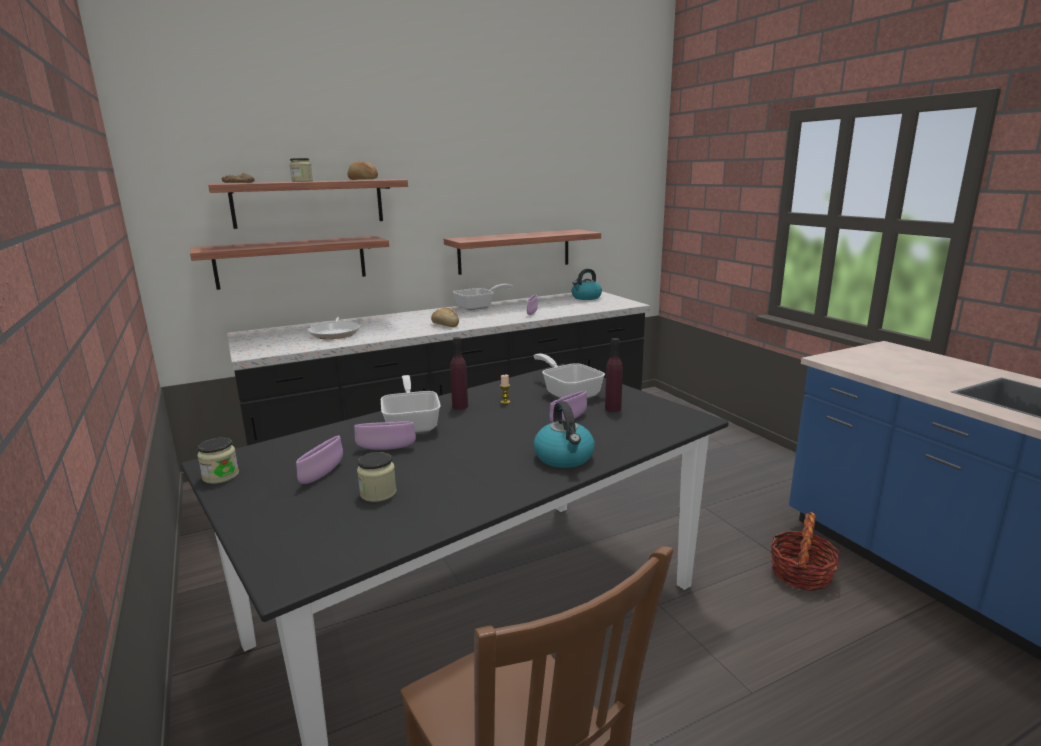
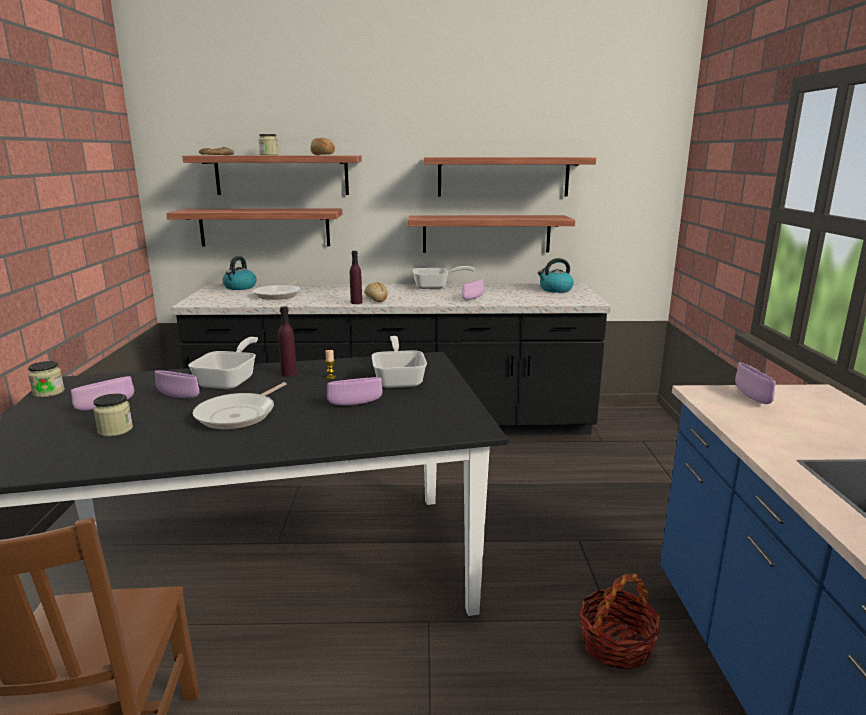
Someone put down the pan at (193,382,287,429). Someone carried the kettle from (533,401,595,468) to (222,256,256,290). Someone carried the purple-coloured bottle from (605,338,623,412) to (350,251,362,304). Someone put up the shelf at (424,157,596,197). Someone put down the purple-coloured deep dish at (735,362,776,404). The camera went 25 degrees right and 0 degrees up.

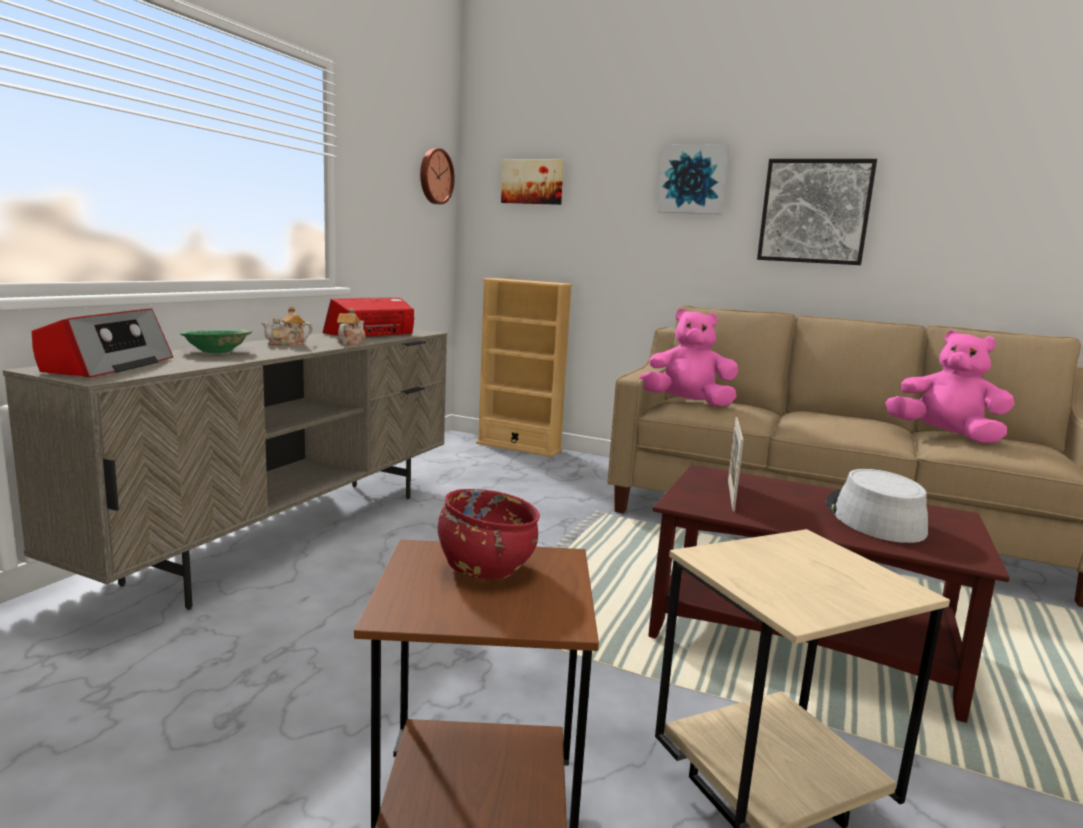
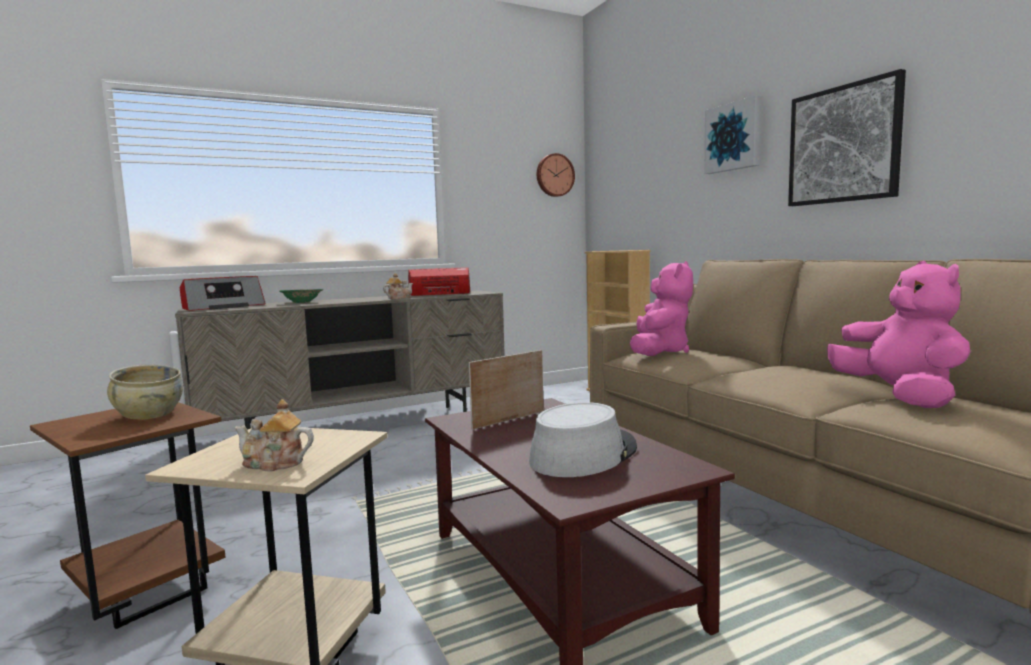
Someone repainted the red-coloured deep dish at (438,489,540,579), which became the beige deep dish at (107,364,183,420). Someone carried the tea pot from (261,306,312,346) to (235,399,314,471). Someone rotated the pinkish soft toy at (639,309,739,407) by 60 degrees clockwise. Someone took away the wall picture at (501,159,564,205). The camera went 40 degrees right and 5 degrees down.

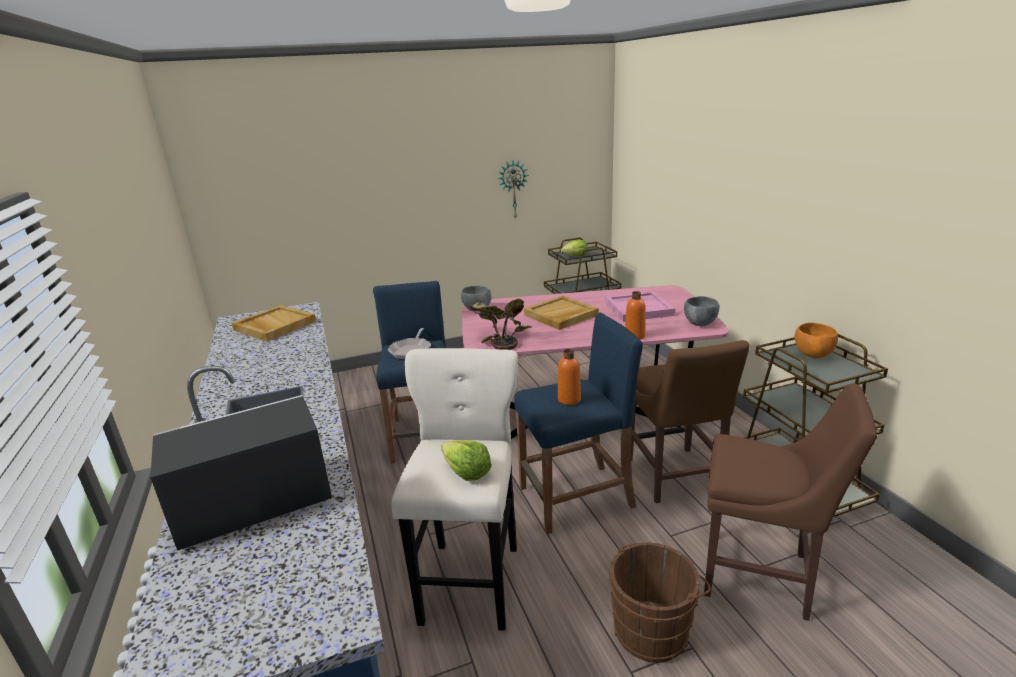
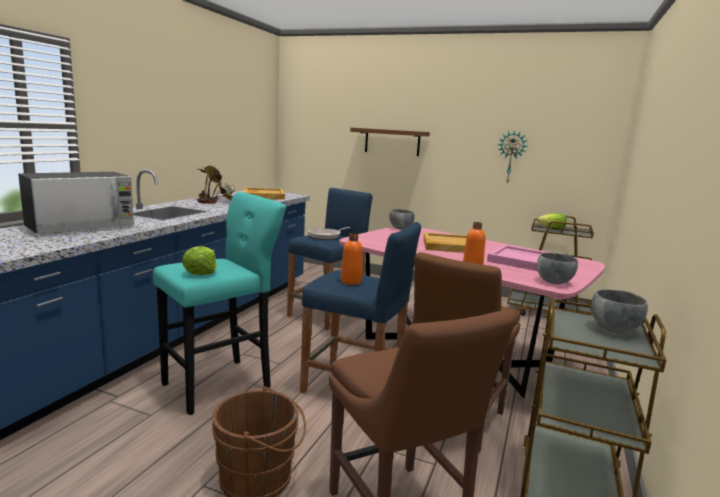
Someone rotated the microwave oven at (150,395,332,551) by 120 degrees clockwise. Someone repainted the beige stool at (392,348,518,631), which became the turquoise stool at (153,192,286,415). Someone carried the potted plant from (470,298,532,350) to (197,166,235,204). Someone put up the brown shelf at (350,128,430,156). Someone repainted the orange deep dish at (795,323,838,358), which became the greyish deep dish at (591,289,648,333). The camera went 40 degrees right and 10 degrees down.

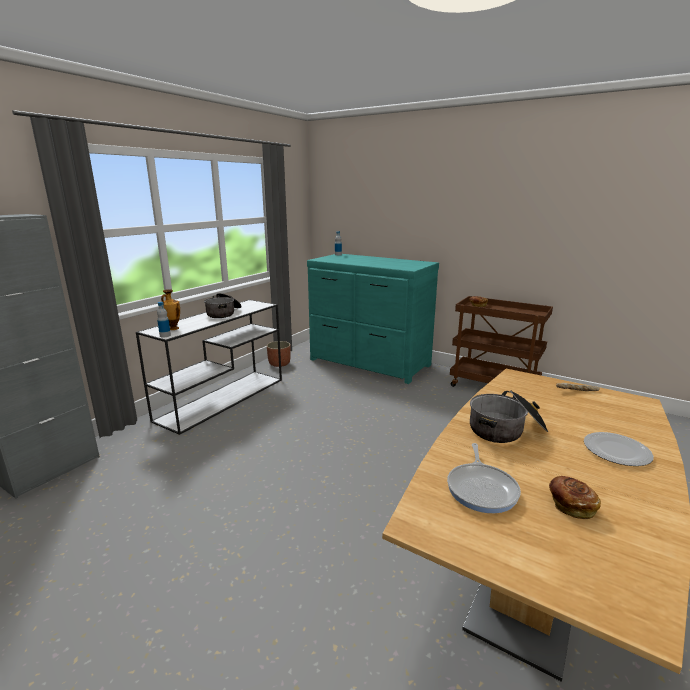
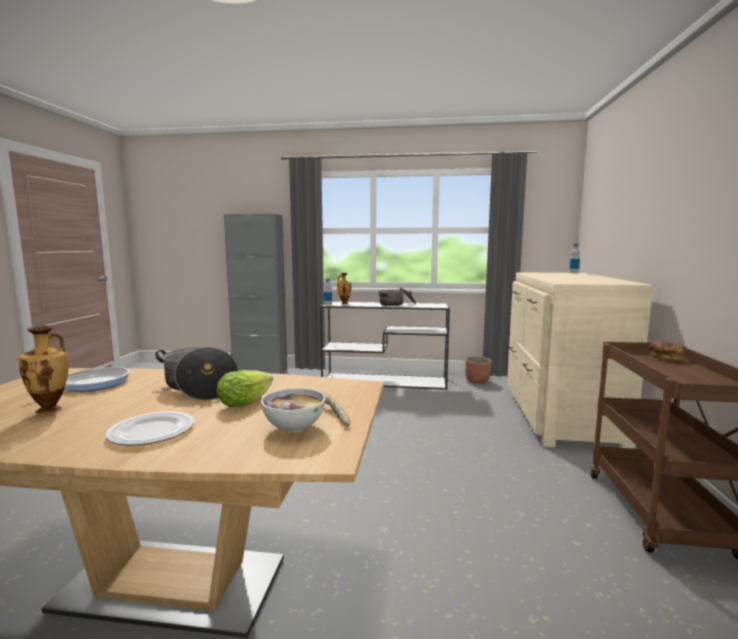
Someone swapped the bakery bread at (549,476,601,519) for the flower vase at (19,326,69,415). Someone rotated the pan at (447,443,521,513) by 135 degrees clockwise. Someone put down the lettuce at (217,370,273,407). Someone put down the deep dish at (261,388,325,432). Someone repainted the turquoise dresser at (307,254,439,384), which became the beige dresser at (507,272,655,449). The camera went 65 degrees right and 10 degrees down.

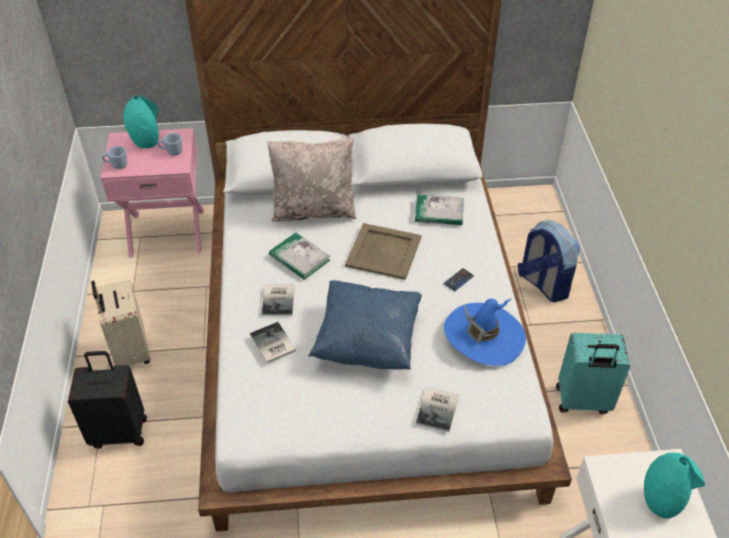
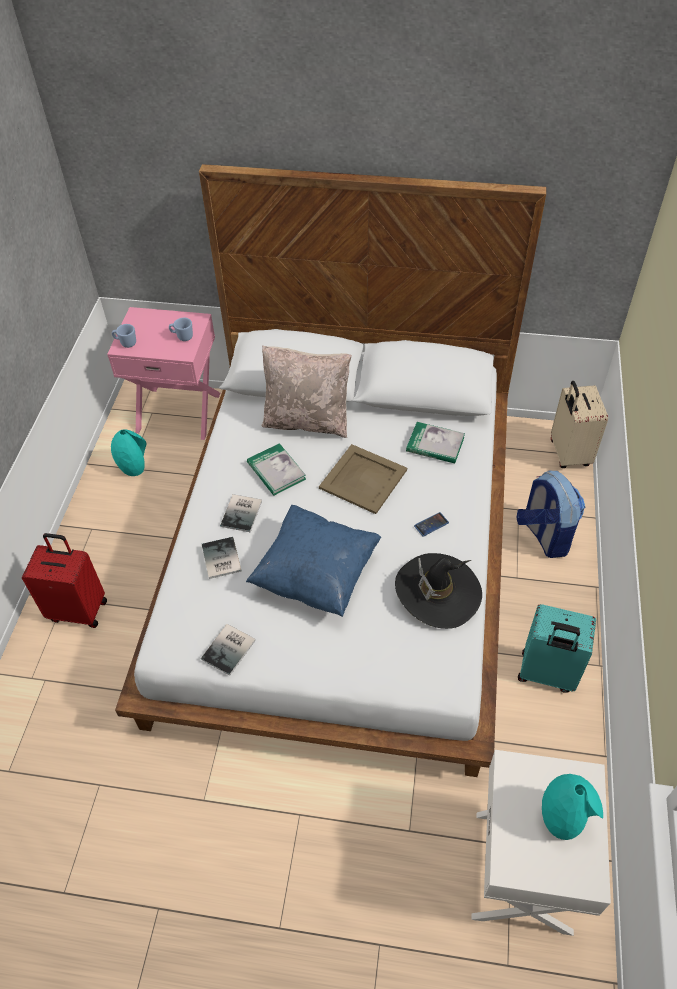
Someone repainted the blackish suitcase at (68,351,147,448), which became the red-coloured suitcase at (22,533,107,628). Someone carried the turquoise flower vase from (124,95,159,148) to (111,429,147,476). Someone carried the bound book from (416,387,459,432) to (201,624,256,676). Someone repainted the blue-coloured hat at (444,299,526,366), which became the blackish hat at (395,553,482,629). Someone carried the beige suitcase from (91,280,151,366) to (551,381,608,468). The camera went 15 degrees right and 5 degrees up.

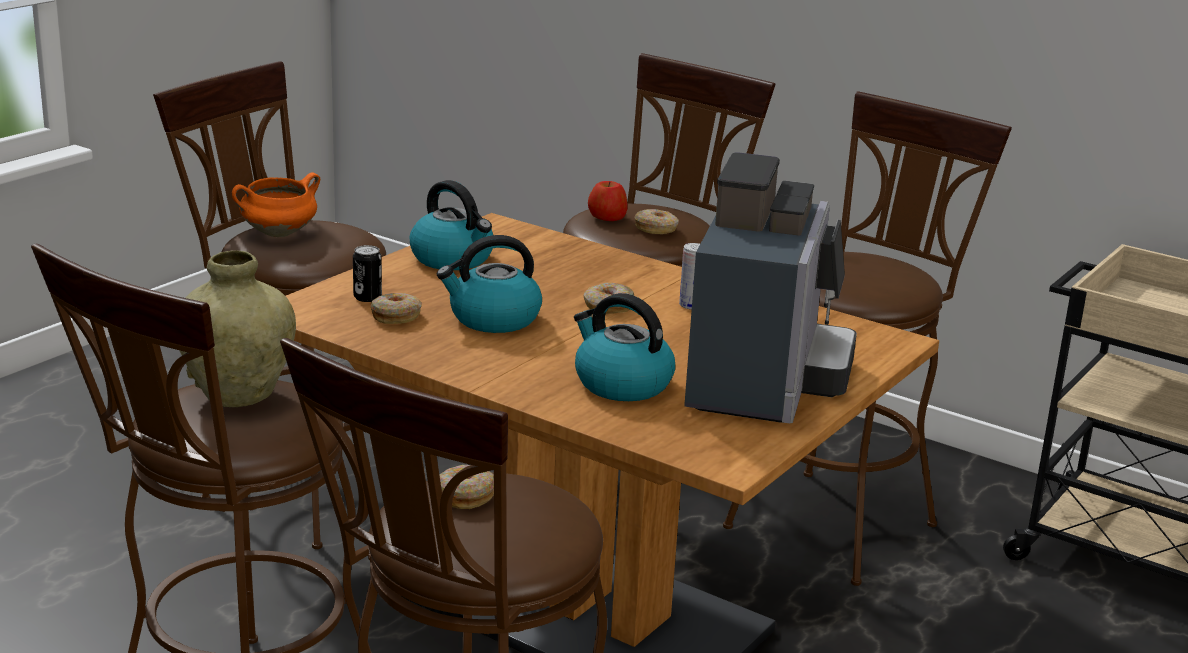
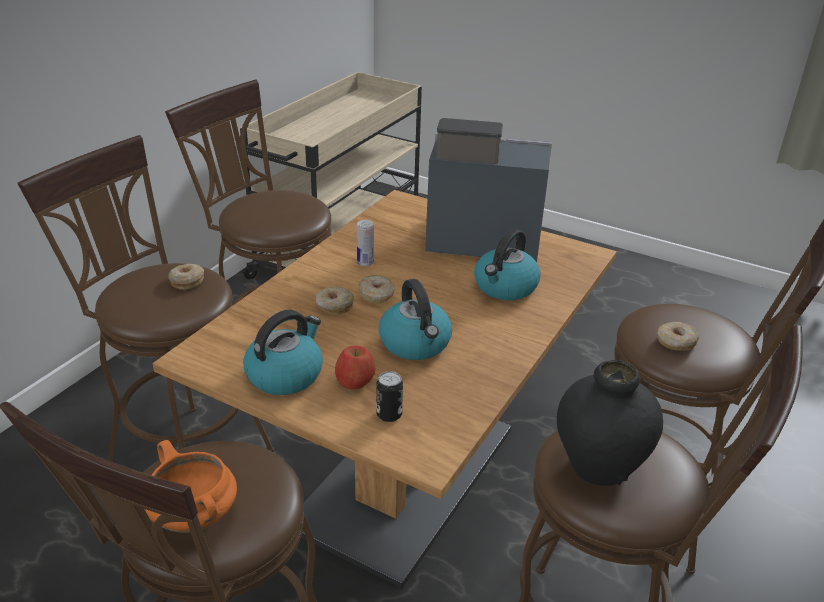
Someone carried the ring doughnut from (371,293,422,324) to (315,287,354,315). Someone carried the apple from (588,181,627,221) to (335,346,375,389). Someone repainted the beige flower vase at (180,250,296,407), which became the blackish flower vase at (557,360,663,486). The camera went 95 degrees left and 10 degrees up.

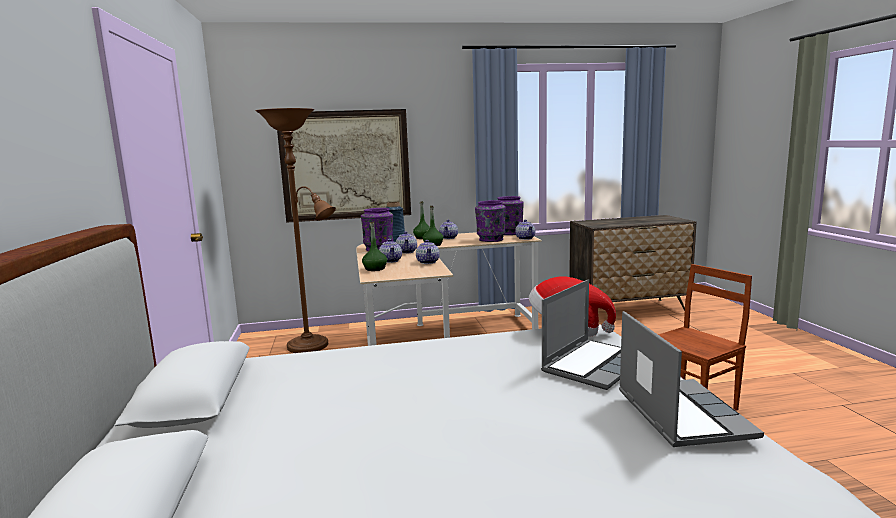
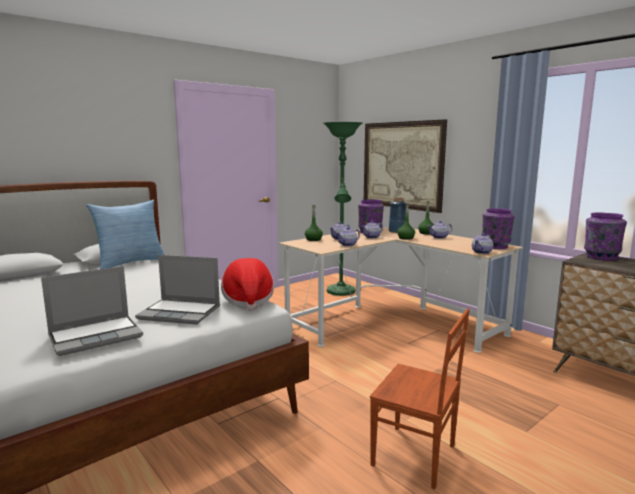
Someone put down the cushion at (86,200,165,269). Someone repainted the brown floor lamp at (255,108,336,353), which became the greenish floor lamp at (323,122,362,296). Someone carried the purple-coloured flower vase from (475,200,506,242) to (584,213,627,261). The camera went 60 degrees right and 0 degrees up.

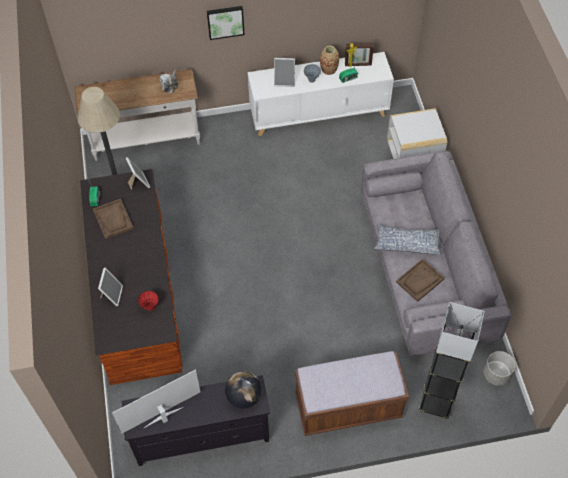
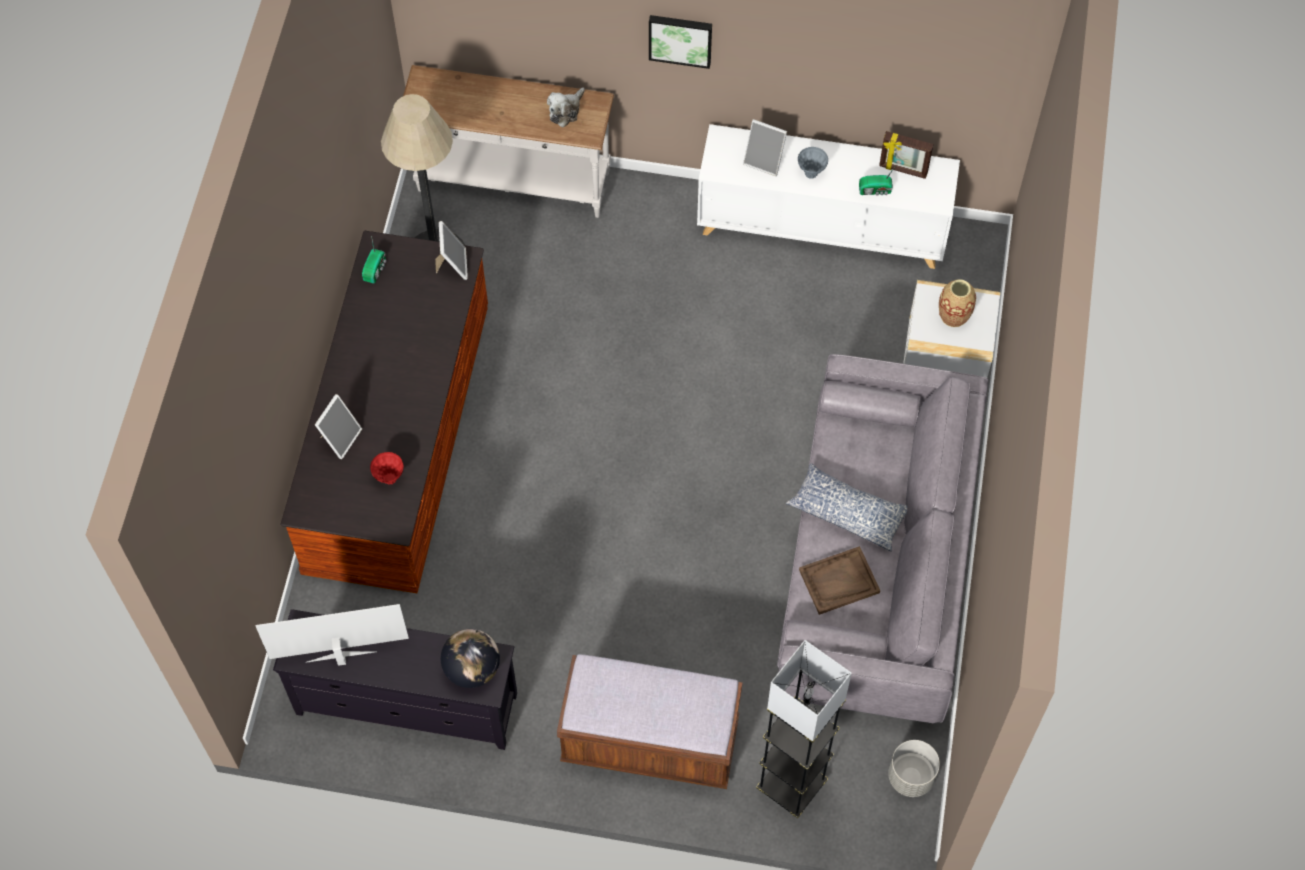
Someone carried the flower vase from (320,46,339,75) to (939,279,976,327). Someone took away the brown carrying tray at (93,199,134,239). The camera went 20 degrees right and 5 degrees up.

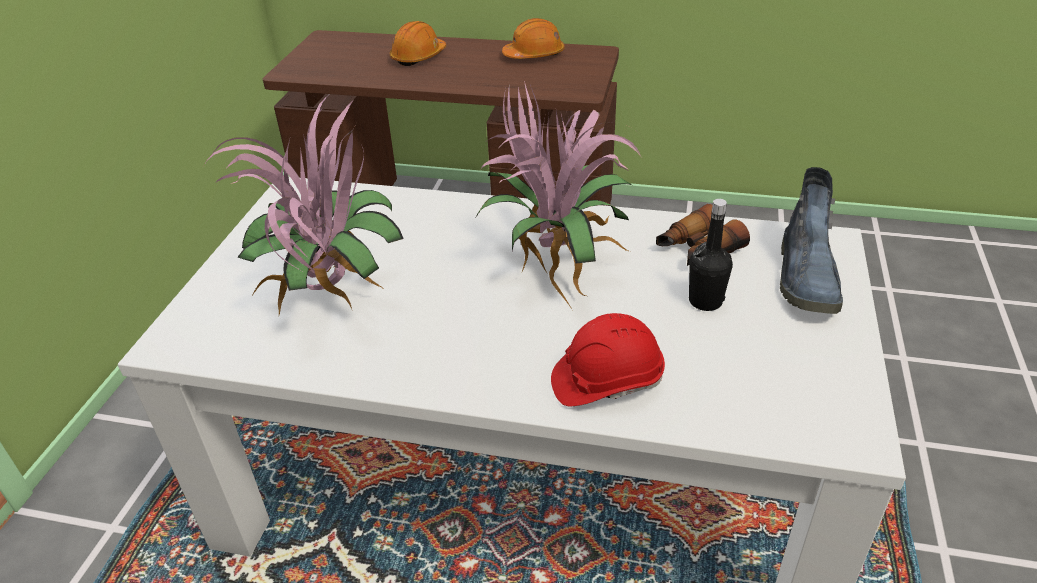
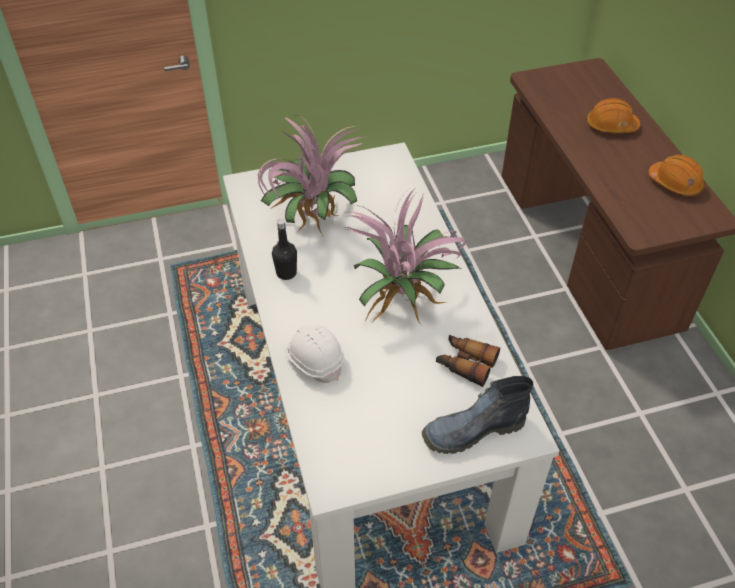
Someone carried the blackish bottle from (689,199,733,311) to (272,219,297,280). Someone repainted the red-coloured safety helmet at (551,313,665,406), which became the whitish safety helmet at (284,325,344,383). The camera went 60 degrees right and 10 degrees up.

